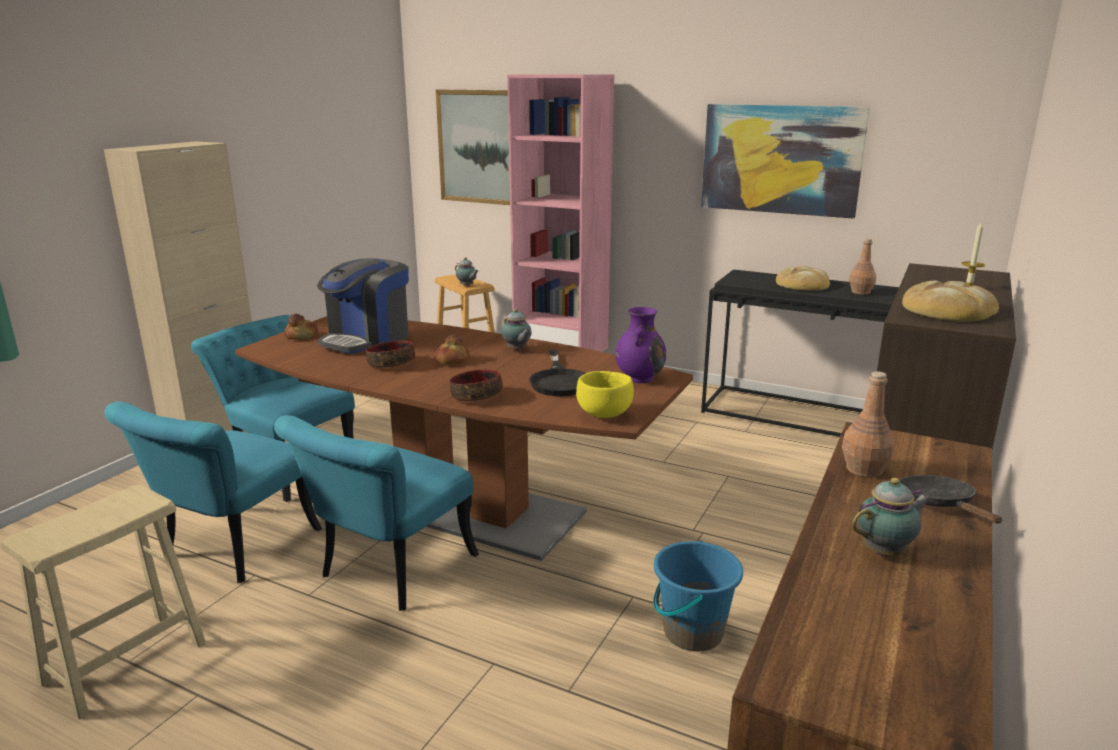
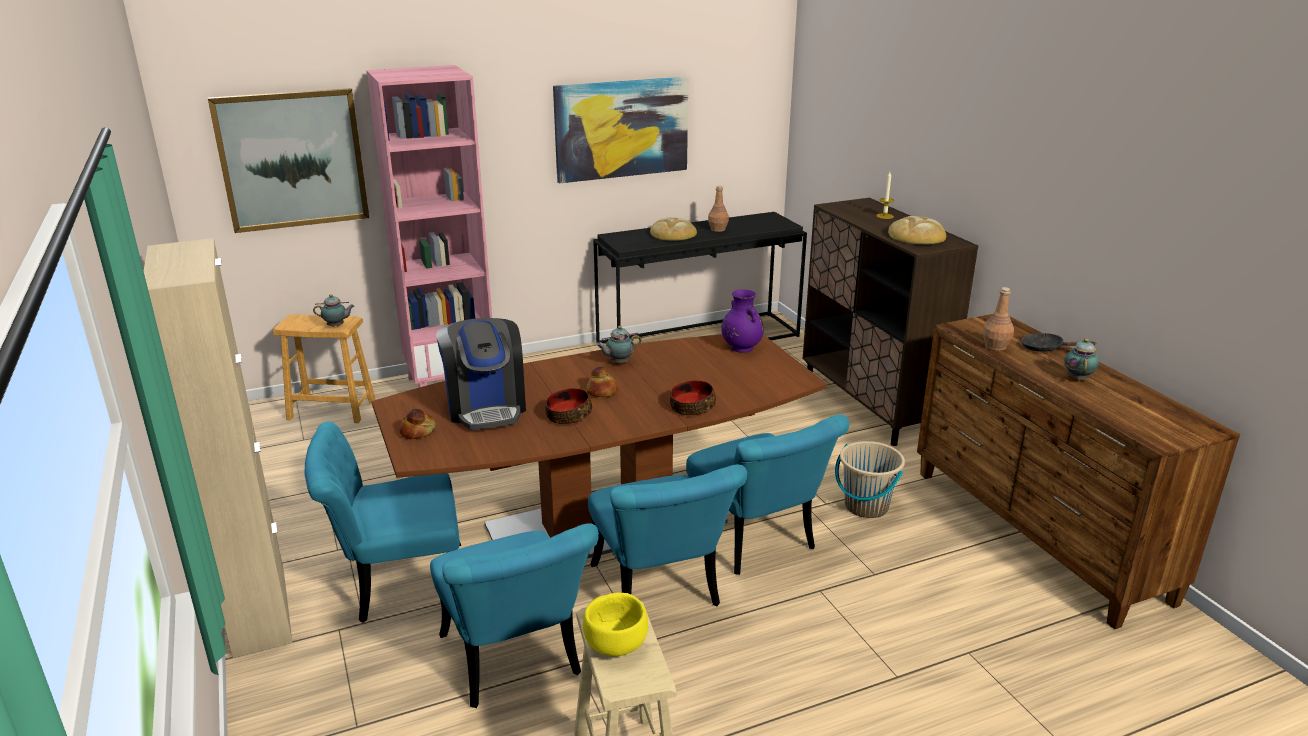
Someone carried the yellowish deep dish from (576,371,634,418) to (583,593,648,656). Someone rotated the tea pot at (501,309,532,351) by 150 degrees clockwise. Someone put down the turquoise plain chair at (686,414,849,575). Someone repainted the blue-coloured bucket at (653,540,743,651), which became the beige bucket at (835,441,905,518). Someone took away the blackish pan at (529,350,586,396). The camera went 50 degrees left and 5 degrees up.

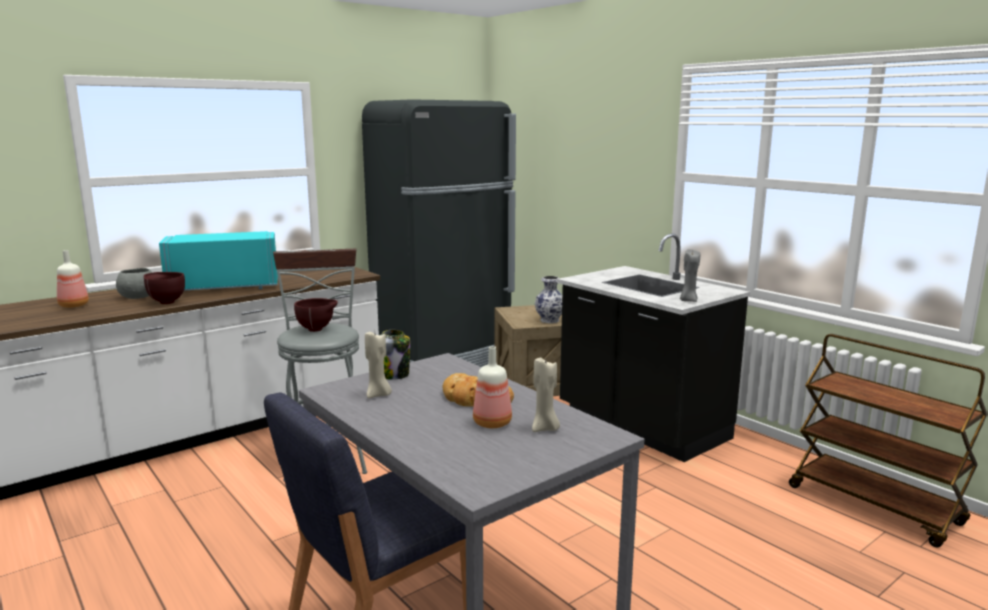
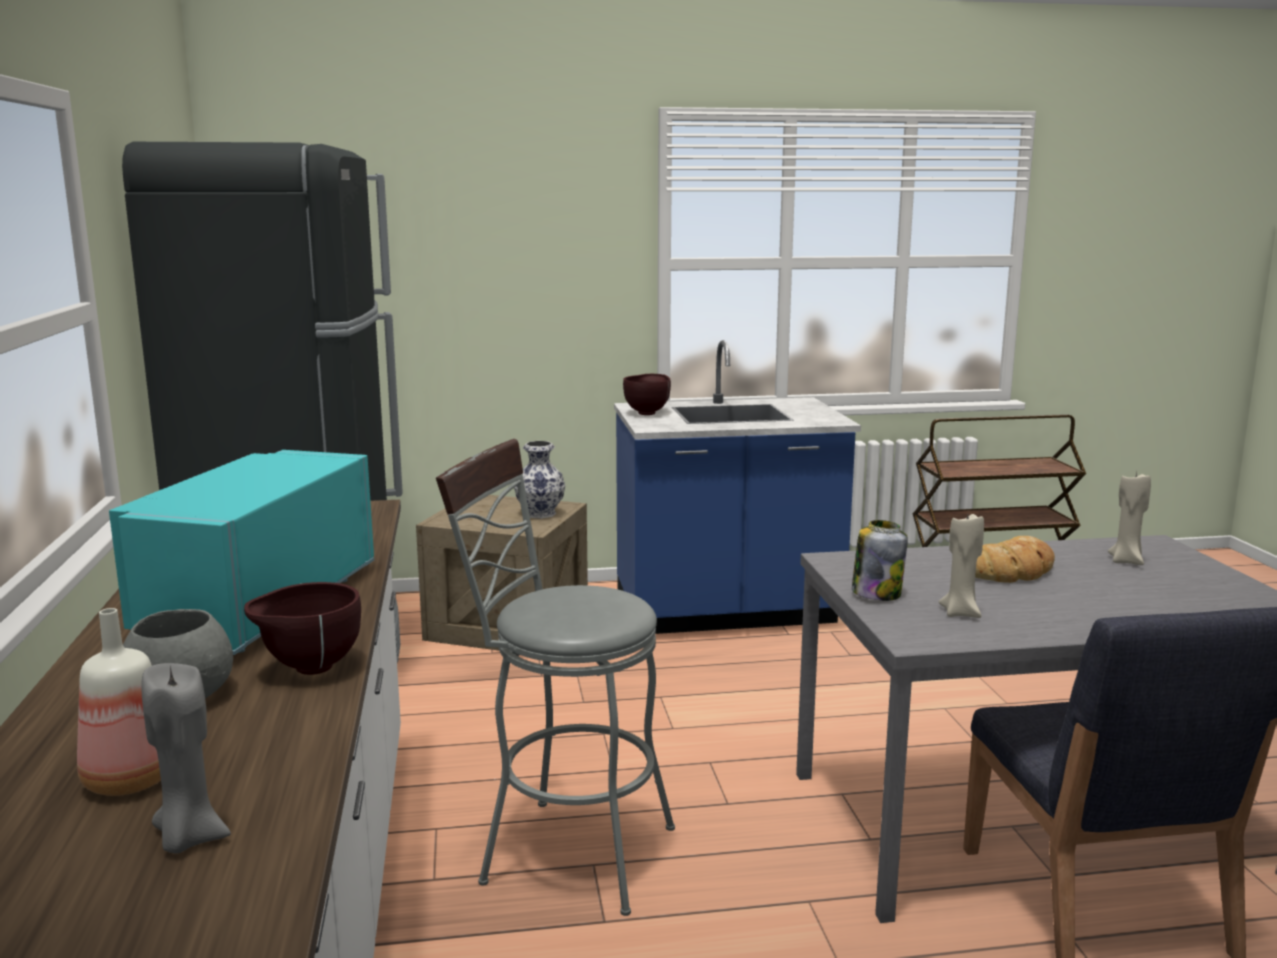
Someone carried the greyish wax light from (680,249,700,302) to (141,663,231,853). Someone repainted the blackish counter at (557,233,750,462), which became the blue-coloured counter at (614,340,861,634). Someone carried the brown deep dish from (294,298,338,332) to (623,374,671,415). Someone took away the bottle at (473,346,512,428). The camera went 60 degrees left and 0 degrees up.

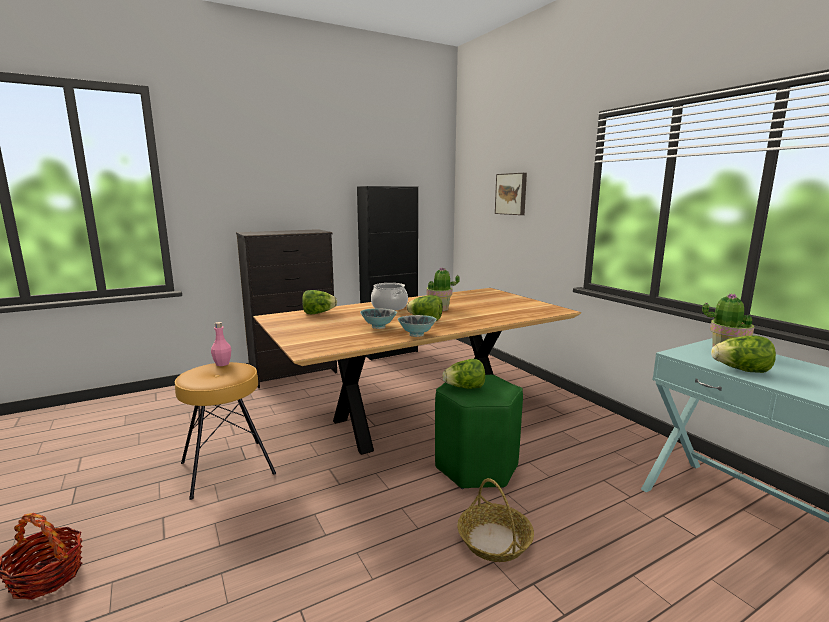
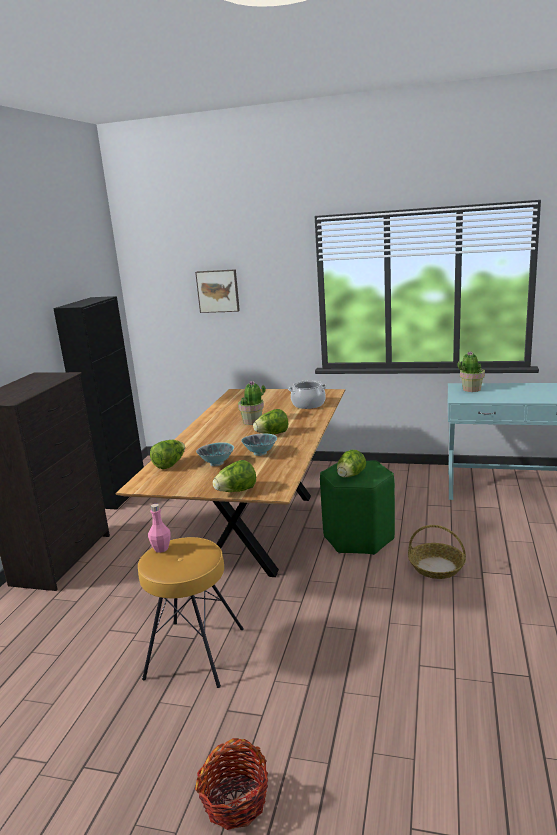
Someone carried the deep dish from (398,315,436,337) to (196,442,234,466). Someone carried the lettuce from (711,335,776,373) to (213,460,256,492). Someone carried the saucepot from (371,283,408,311) to (288,380,327,409). The camera went 45 degrees left and 5 degrees up.

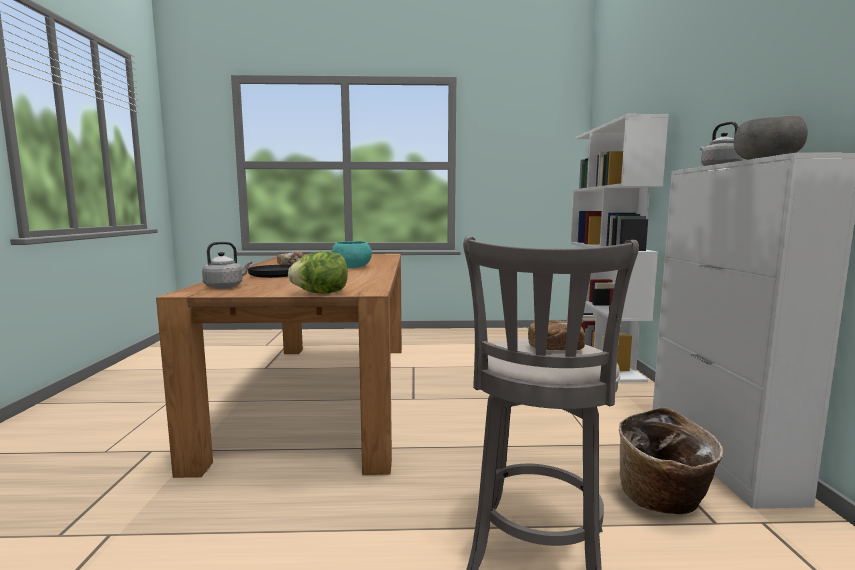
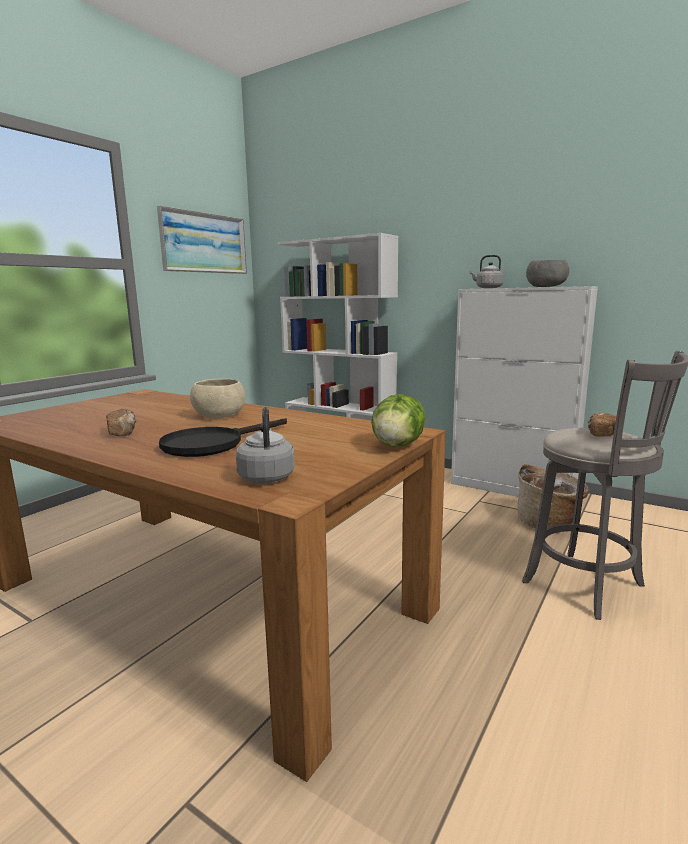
Someone put up the wall picture at (157,206,247,274). Someone repainted the turquoise deep dish at (332,241,372,268), which became the beige deep dish at (190,379,245,419). The camera went 55 degrees left and 5 degrees up.

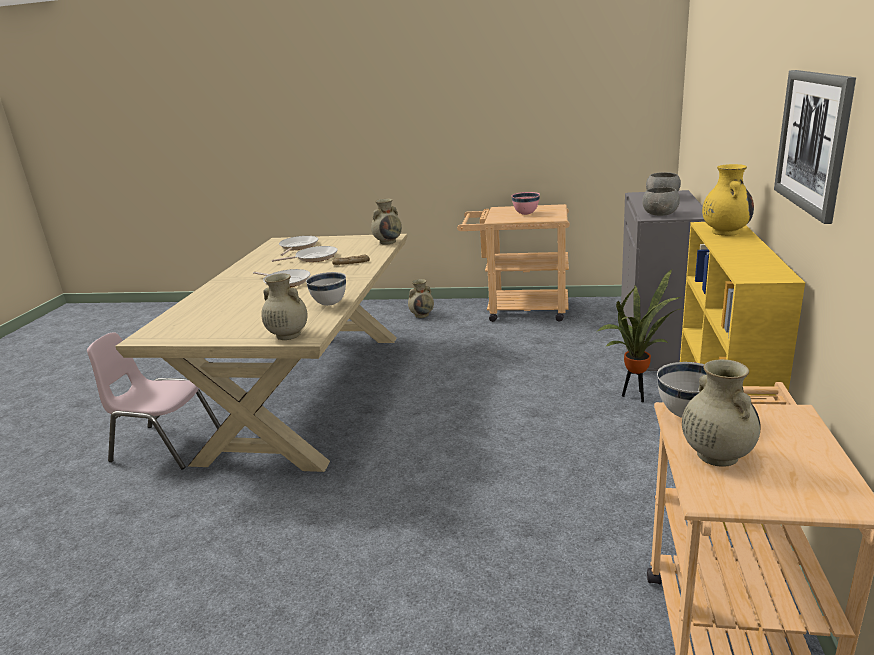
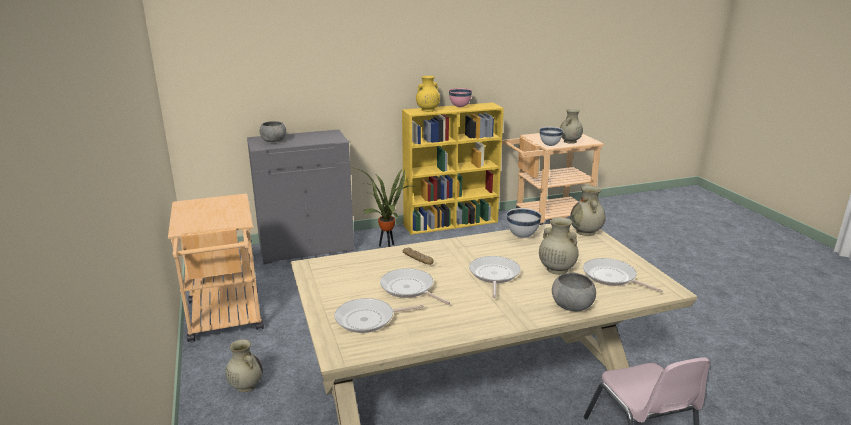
Someone carried the pinkish deep dish from (512,192,540,215) to (449,88,472,107). Someone carried the beige flower vase from (371,199,402,245) to (539,217,578,275). Someone carried the greyish deep dish from (642,187,680,216) to (552,273,596,311). Someone put down the pan at (583,258,663,292). Someone took away the wall picture at (774,70,856,224). The camera went 120 degrees left and 0 degrees up.

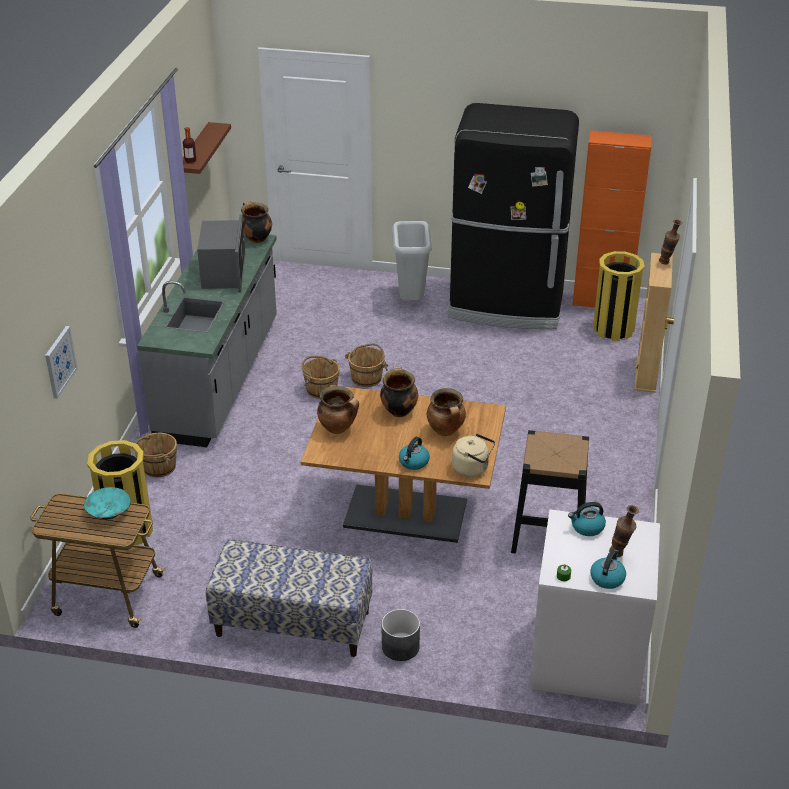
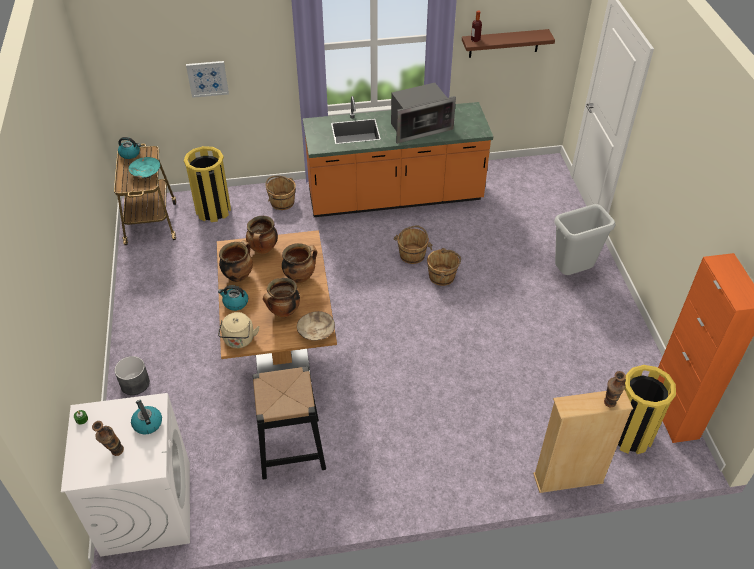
Someone carried the kettle from (590,550,626,589) to (118,137,141,159). Someone carried the saucepot from (241,201,272,243) to (219,240,253,282). Someone put down the beige deep dish at (297,311,335,340). Someone repainted the greyish counter at (137,234,277,447), which became the orange counter at (303,96,493,217). Someone took away the long seat at (206,539,373,657). Someone took away the blackish kitchen fridge at (448,103,579,329). The camera went 70 degrees right and 10 degrees up.

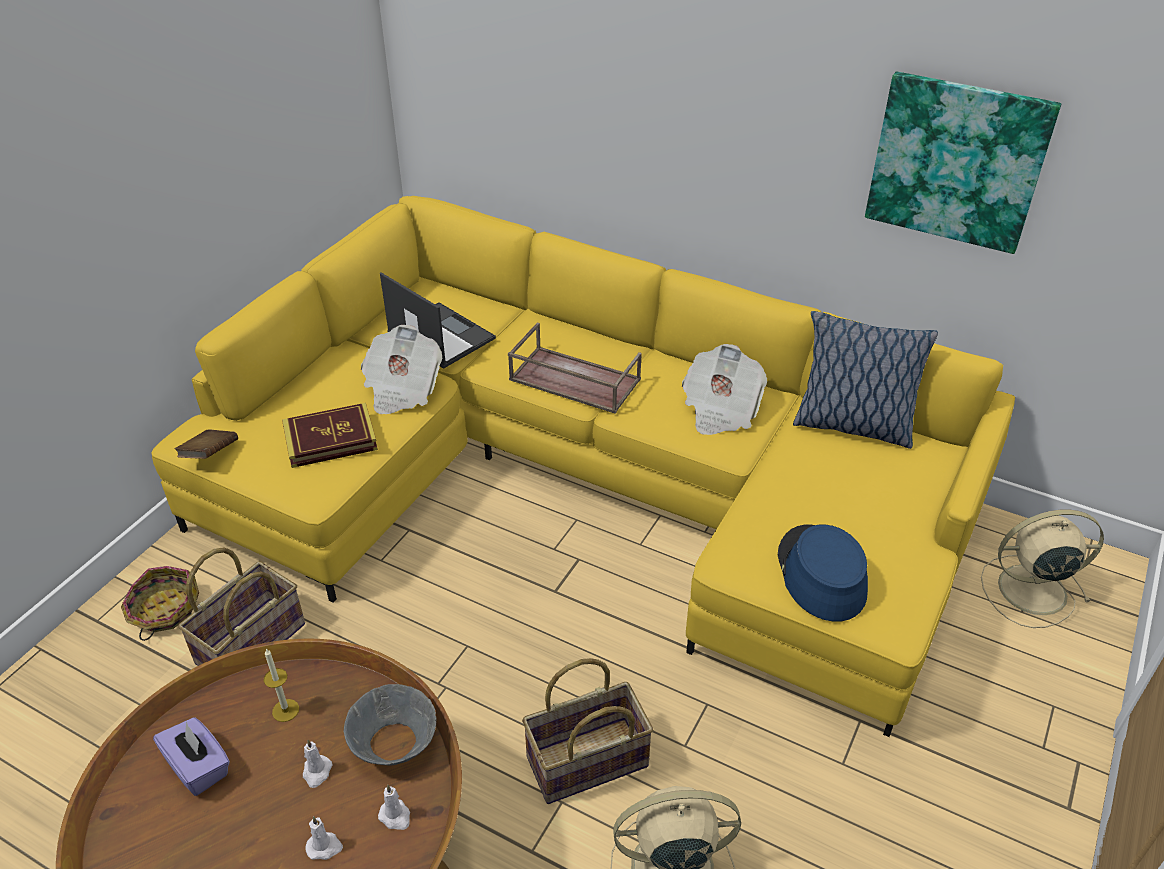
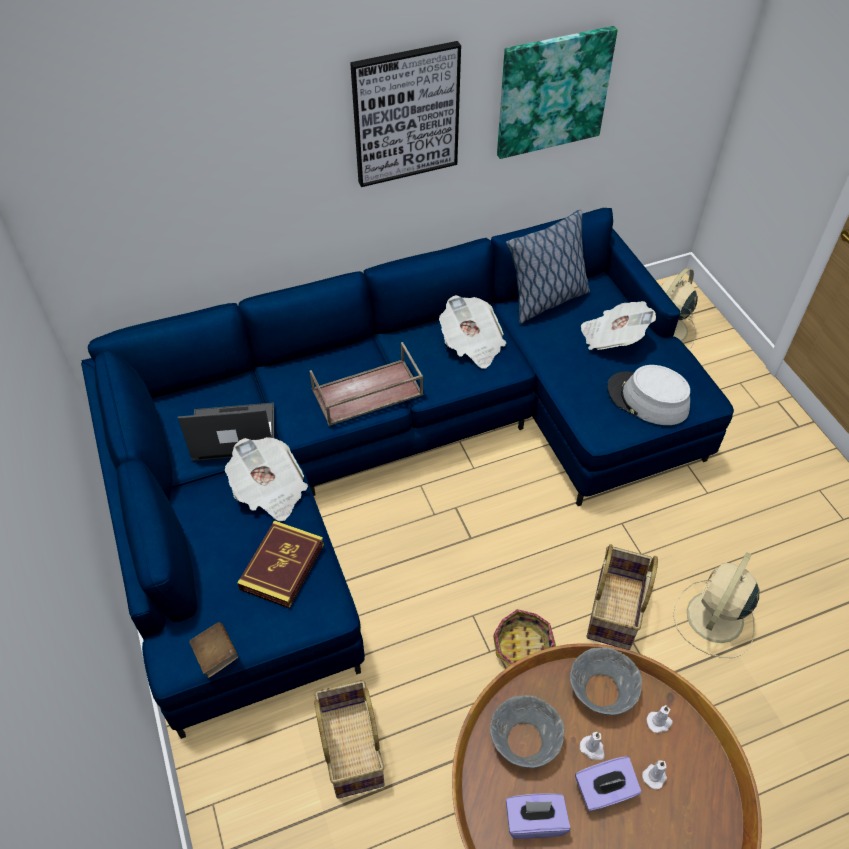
Someone repainted the yellowish sofa at (151,196,1015,737), which became the blue-coloured sofa at (81,208,734,739). Someone put up the wall picture at (350,41,461,187). Someone swapped the wax light at (264,649,299,722) for the greyish deep dish at (490,695,564,768). Someone carried the storage basket from (121,566,199,641) to (493,609,556,667). Someone put down the purple-coloured tissue holder at (575,756,641,811). Someone put down the newspaper at (581,301,656,350). Someone repainted the blue-coloured hat at (778,525,868,622), which became the greyish hat at (607,365,690,425). The camera went 50 degrees left and 10 degrees up.

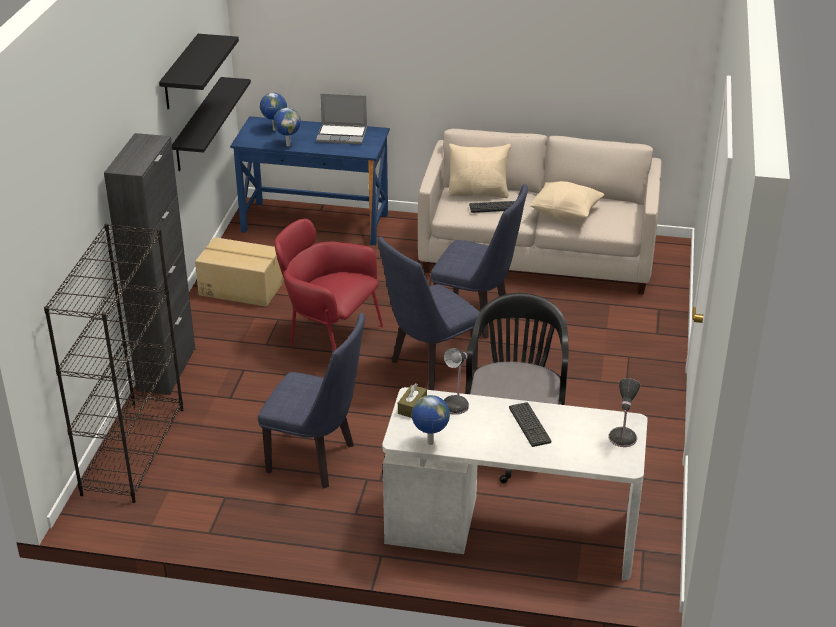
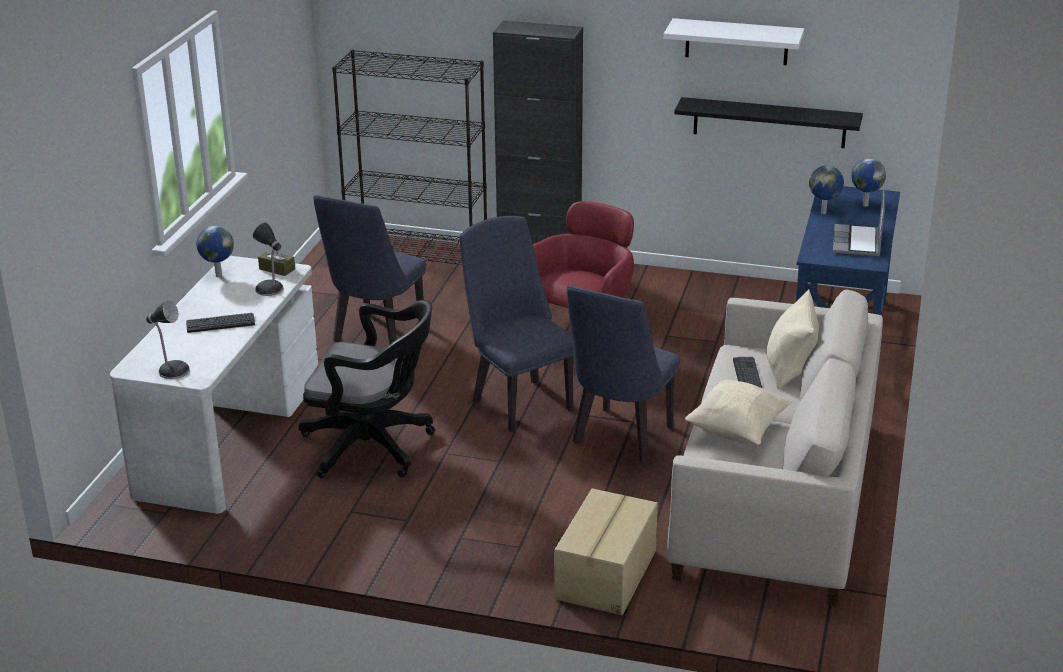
Someone carried the carton from (195,237,284,307) to (554,489,658,615). Someone repainted the blackish shelf at (159,34,239,109), which became the whitish shelf at (663,18,804,65). The camera went 95 degrees right and 5 degrees down.

